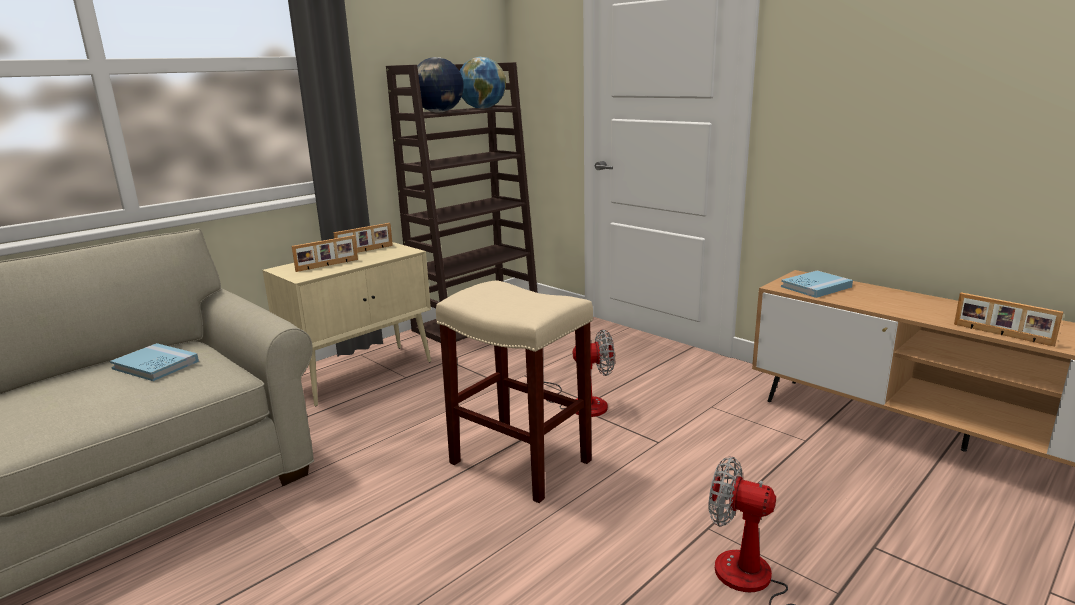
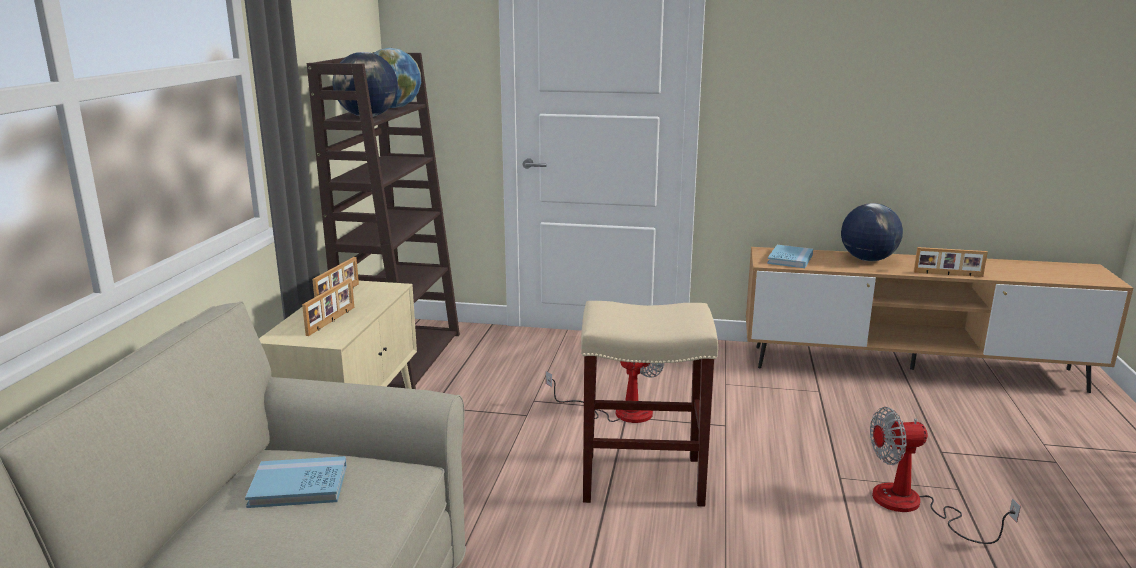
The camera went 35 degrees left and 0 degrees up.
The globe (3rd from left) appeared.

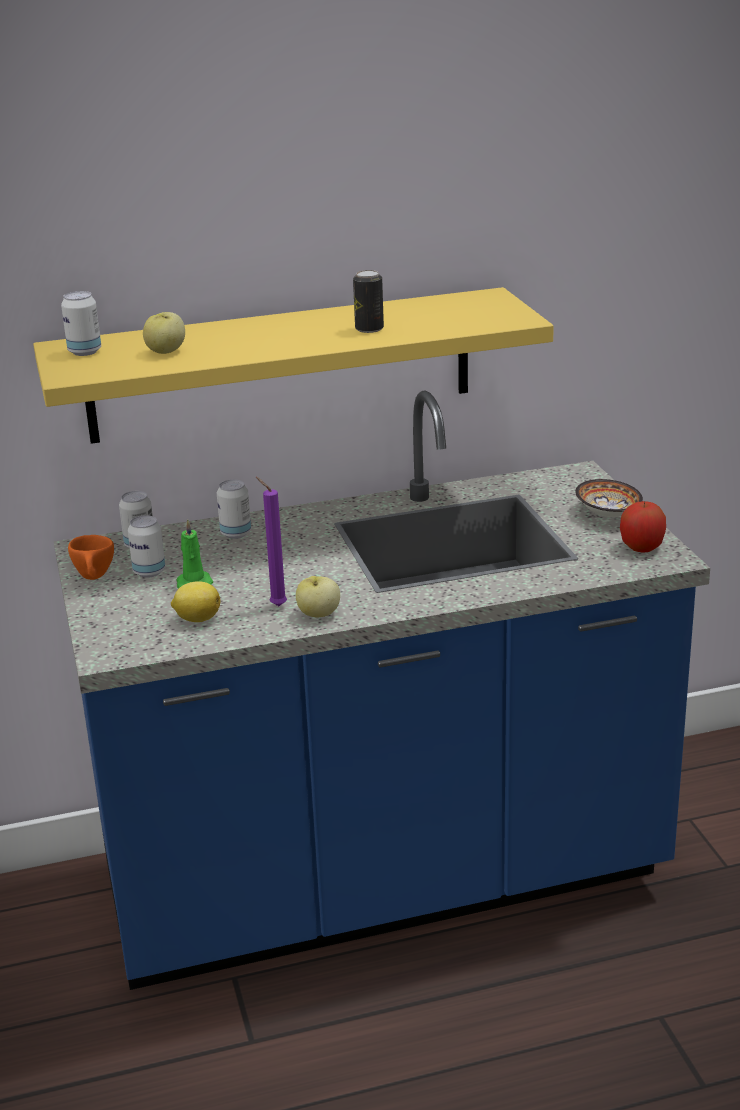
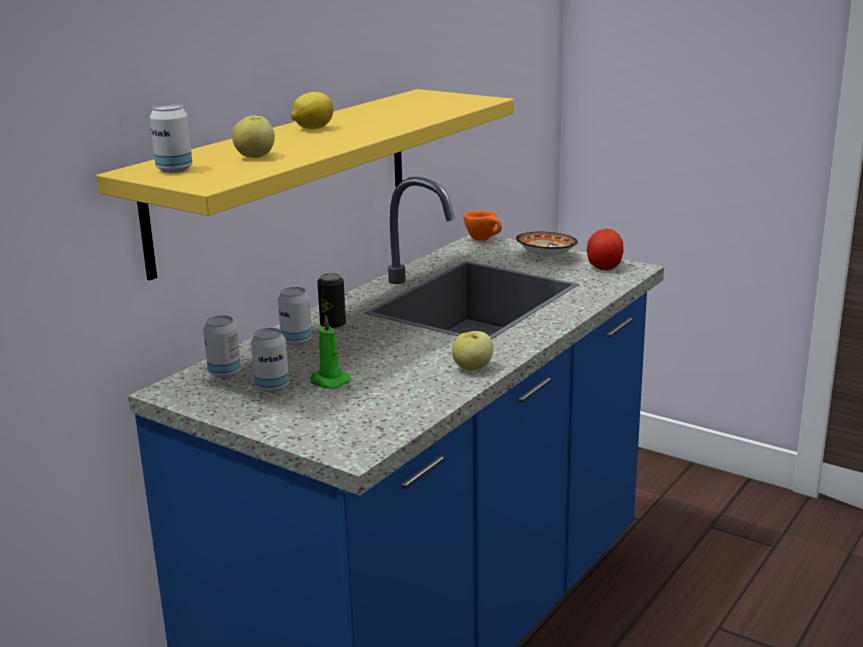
The camera went 40 degrees left and 5 degrees down.
The purple candle disappeared.
The orange cup moved.
The lemon moved.
The can (5th from left) moved.

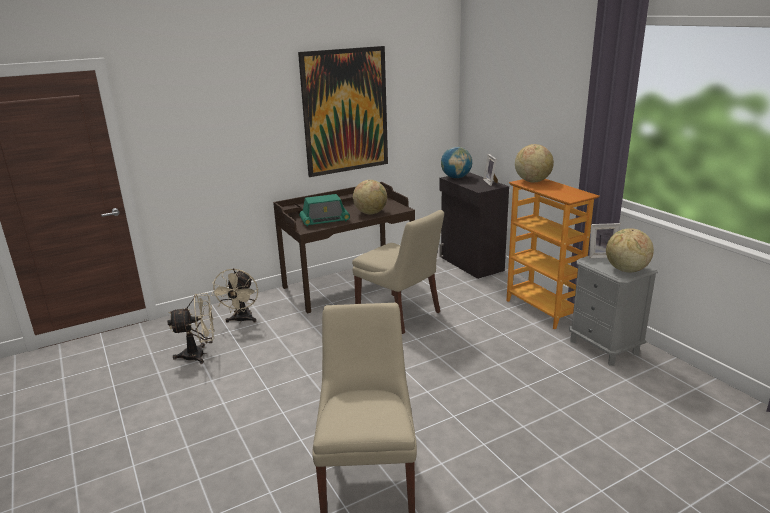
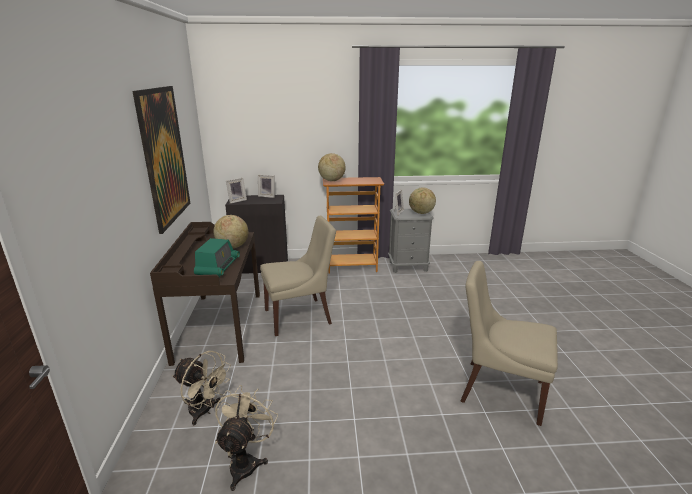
The camera went 65 degrees left and 0 degrees up.
The globe (2nd from left) was replaced by the picture frame (1st from left).

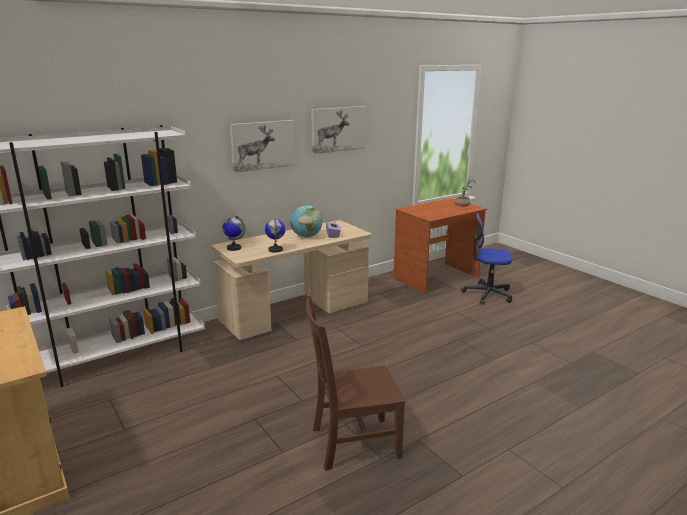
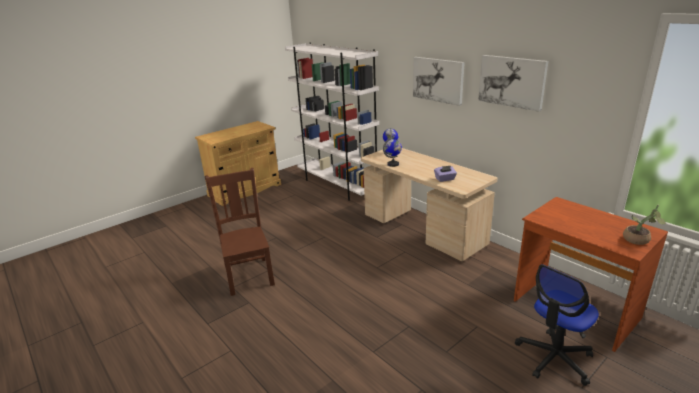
The camera went 85 degrees right and 5 degrees up.
The globe (3rd from left) disappeared.
The office chair turned 135 degrees counterclockwise.

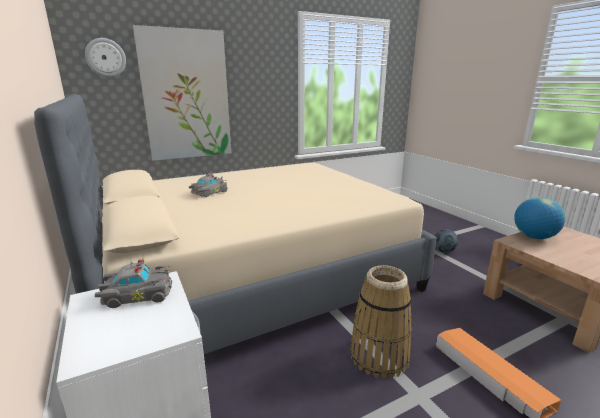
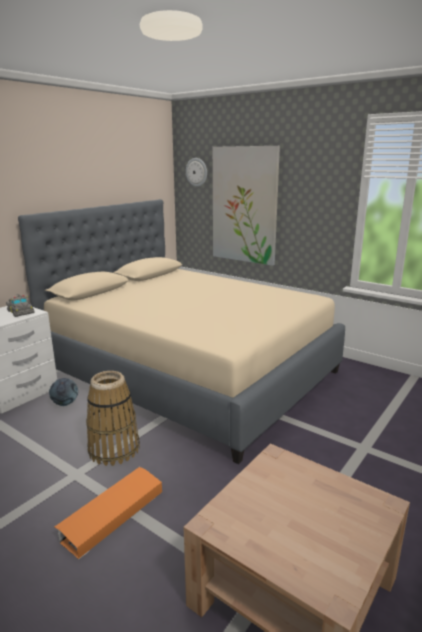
The camera went 65 degrees right and 0 degrees up.
The grey toy car (2nd from left) disappeared.
The globe disappeared.
The football moved.

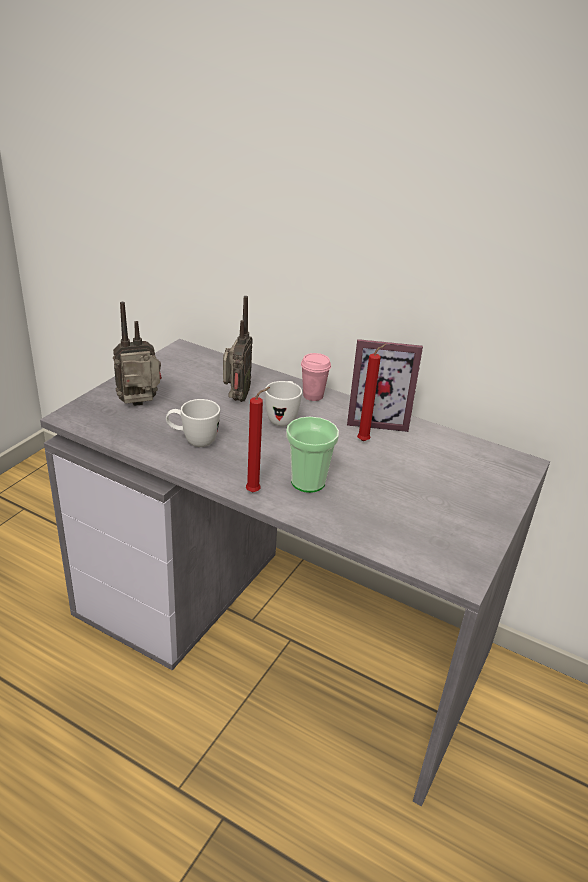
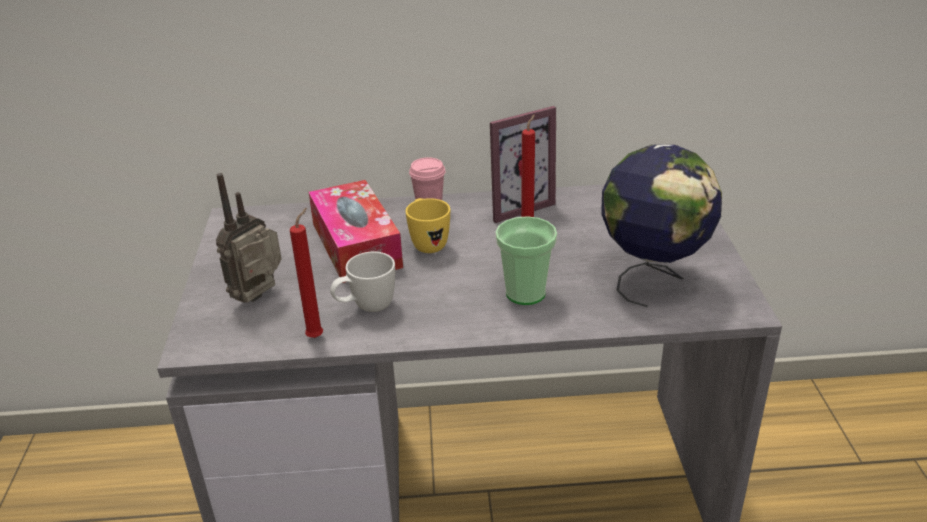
The camera went 30 degrees left and 0 degrees up.
The globe appeared.
The red candle (1st from left) moved.
The radio (2nd from left) was replaced by the tissue box.
The white mug (2nd from left) became the yellow mug.

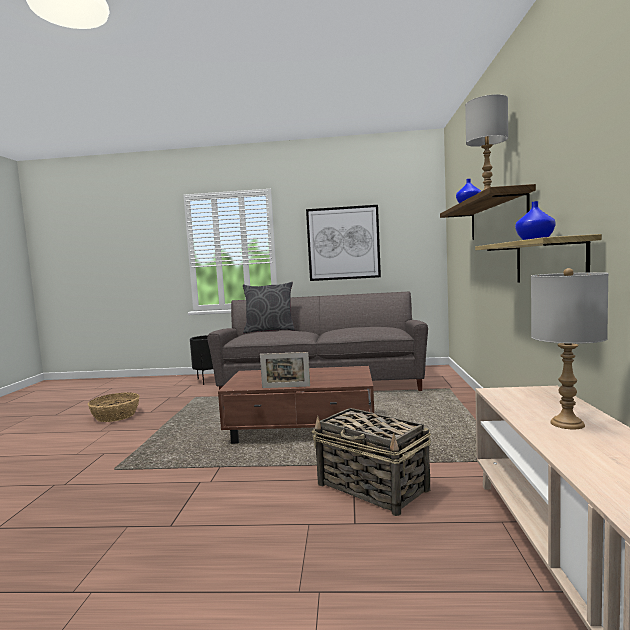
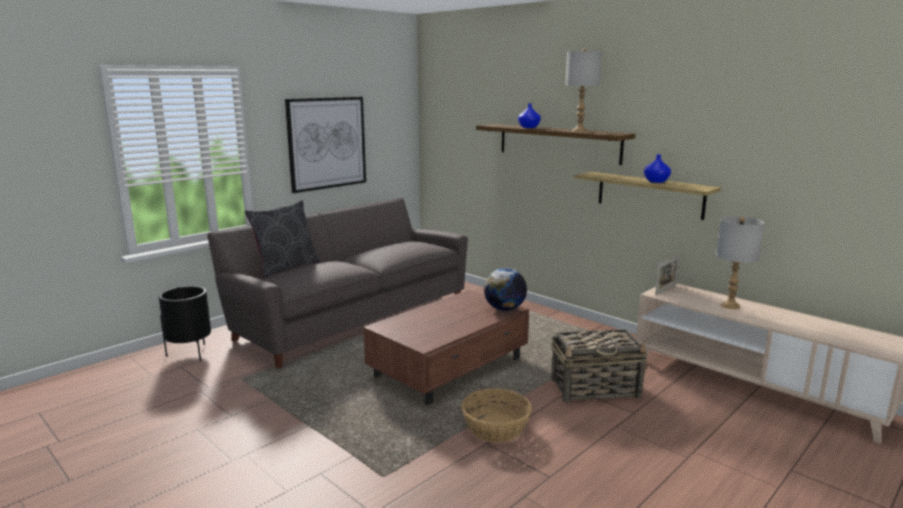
The camera went 50 degrees left and 10 degrees up.
The globe appeared.
The basket (1st from left) moved.
The picture frame moved.

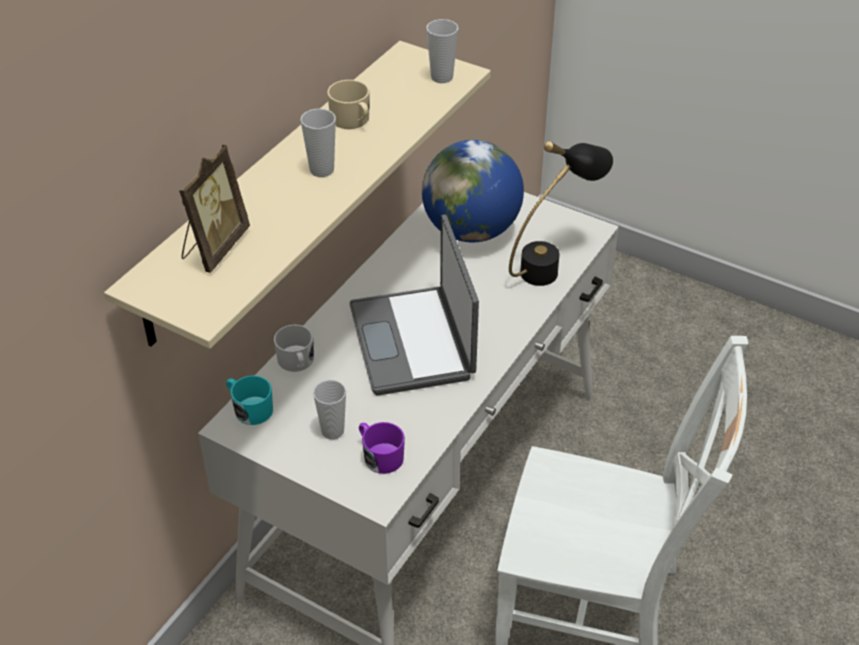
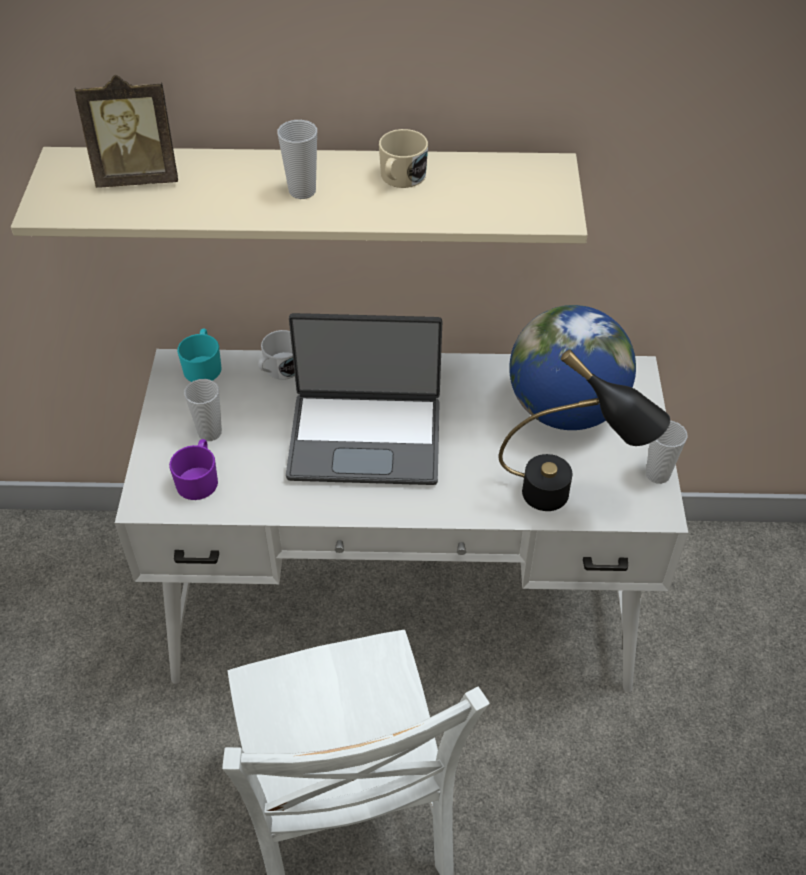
The camera went 60 degrees right and 5 degrees up.
The cup (3rd from left) moved.
The laptop turned 135 degrees counterclockwise.

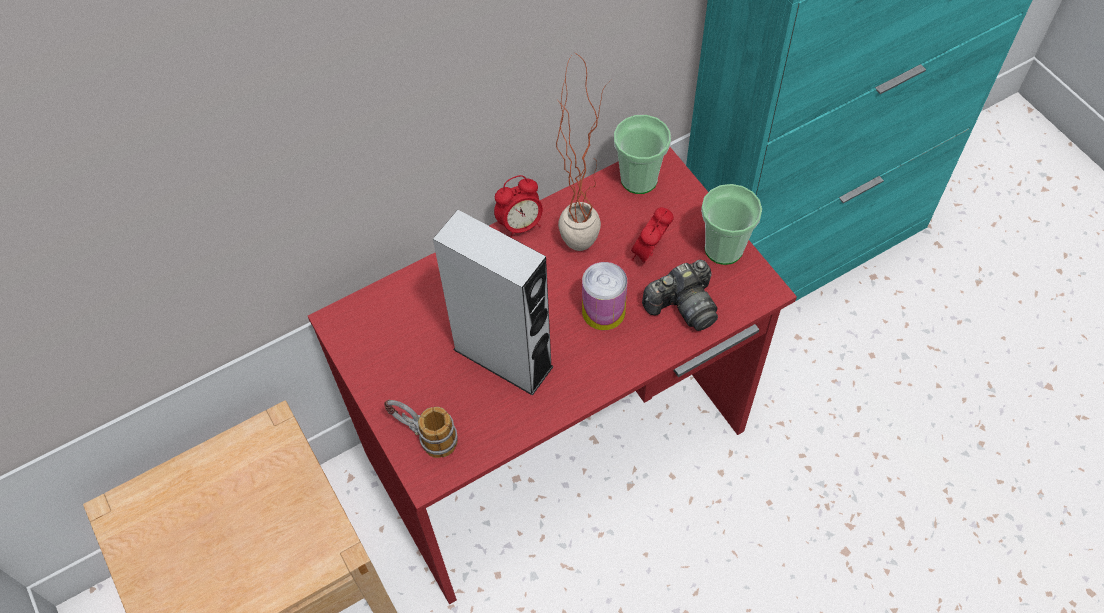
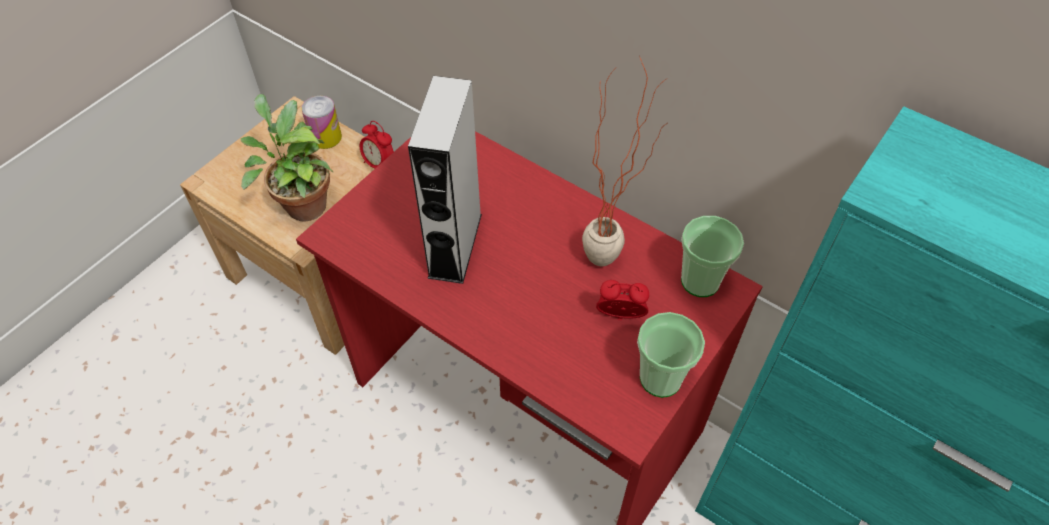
The camera went 65 degrees right and 5 degrees down.
The mug disappeared.
The photo camera disappeared.
The potted plant (1st from left) appeared.
The alarm clock (1st from left) moved.
The can moved.

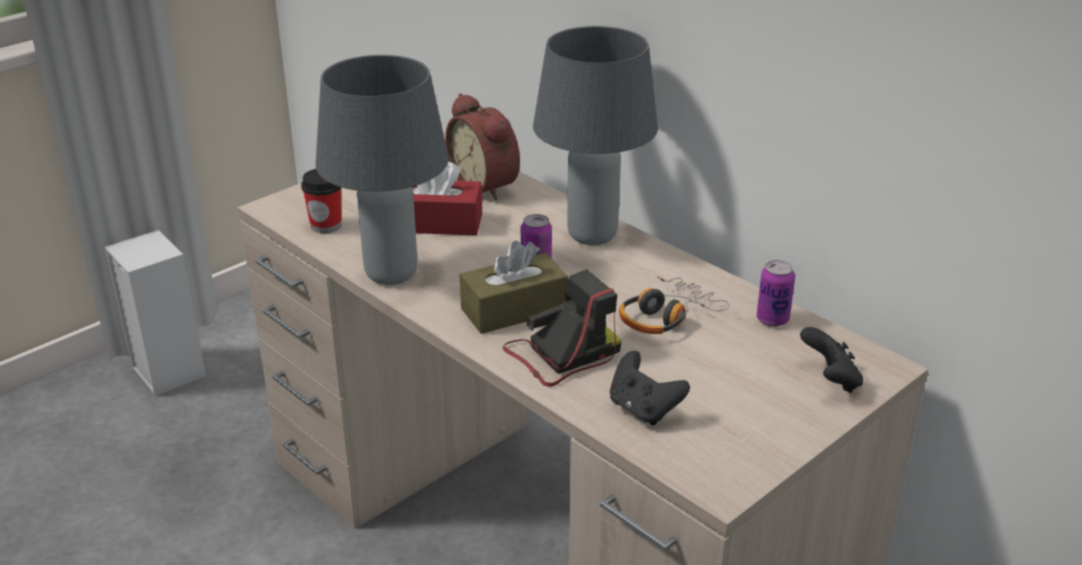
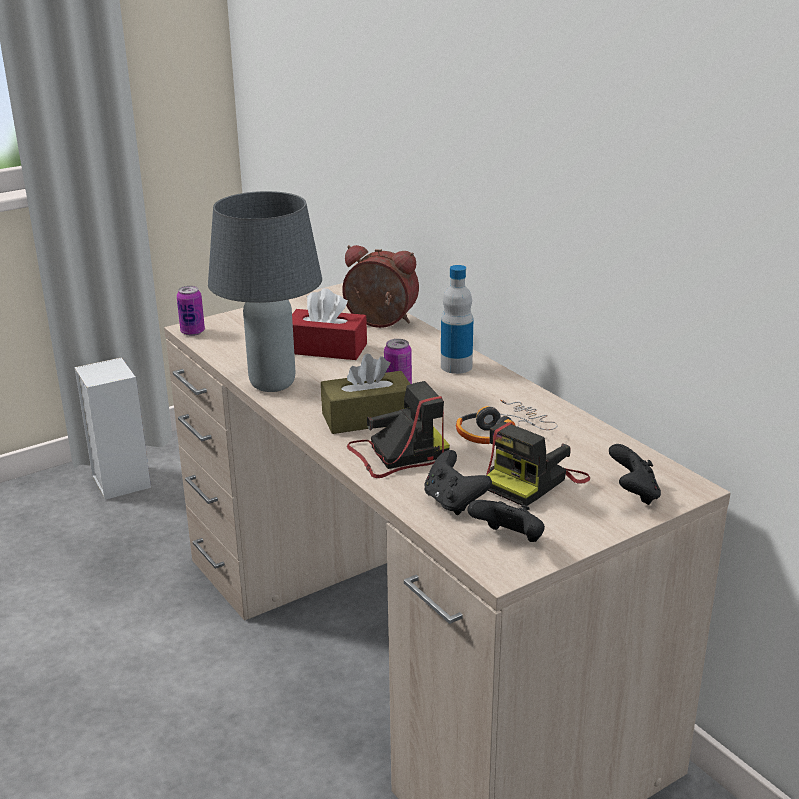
The camera went 10 degrees right and 5 degrees down.
The cup disappeared.
The black game controller (2nd from left) appeared.
The photo camera (2nd from left) appeared.
The can (2nd from left in the first image) moved.
The grey table lamp (2nd from left) was replaced by the bottle.
The alarm clock turned 135 degrees clockwise.

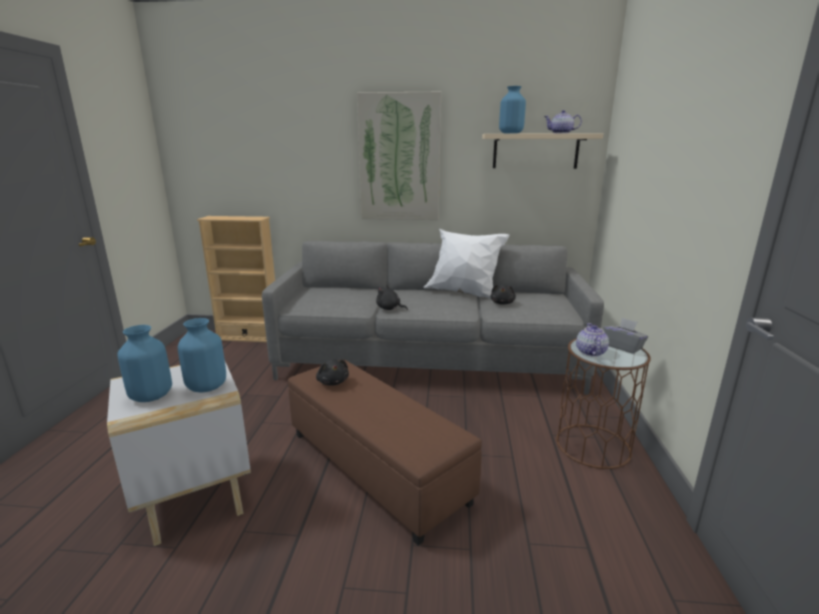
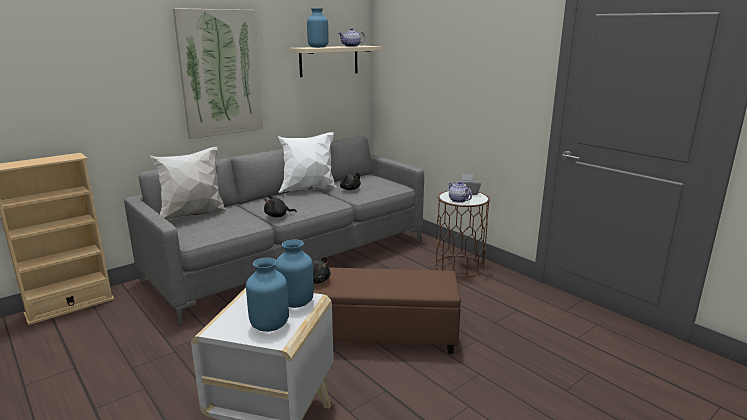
The camera went 45 degrees left and 0 degrees up.
The white pillow (1st from left) appeared.

